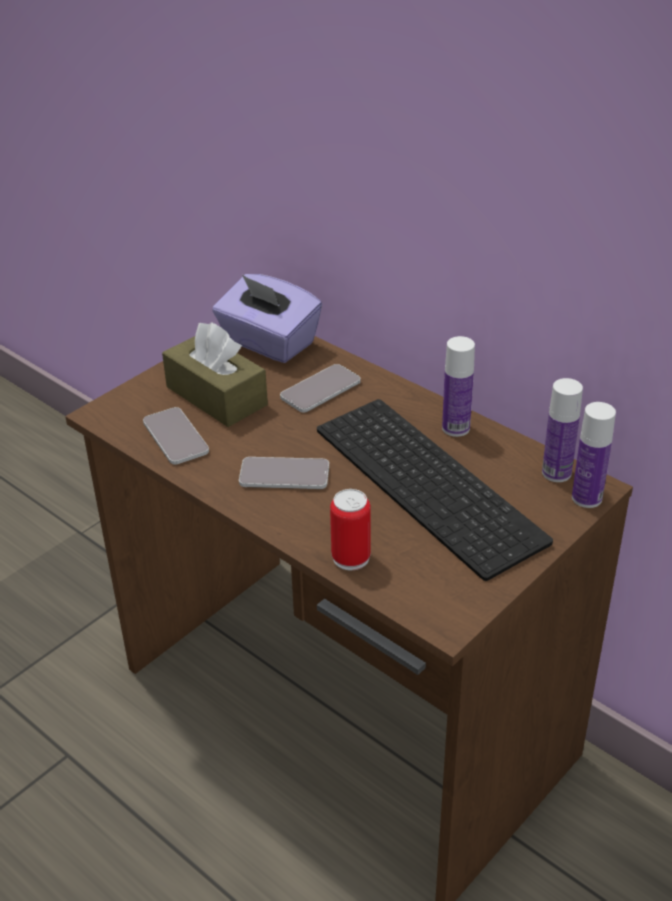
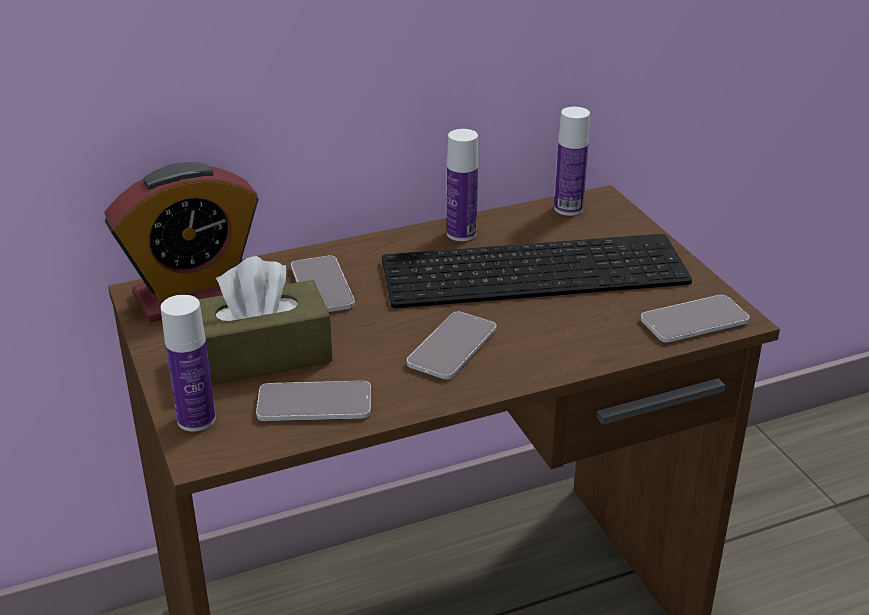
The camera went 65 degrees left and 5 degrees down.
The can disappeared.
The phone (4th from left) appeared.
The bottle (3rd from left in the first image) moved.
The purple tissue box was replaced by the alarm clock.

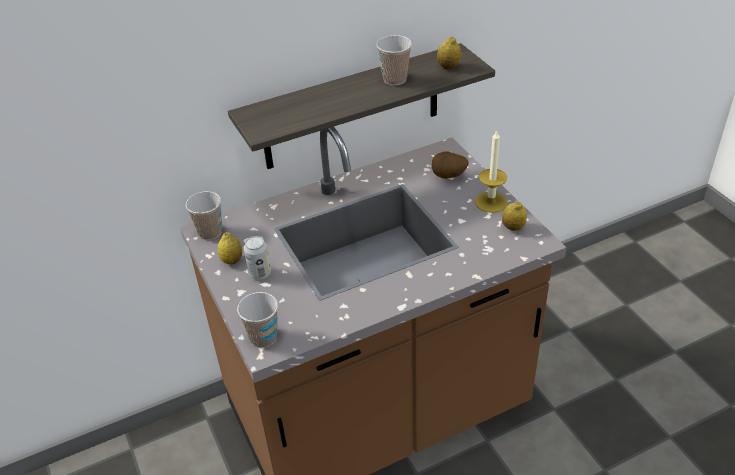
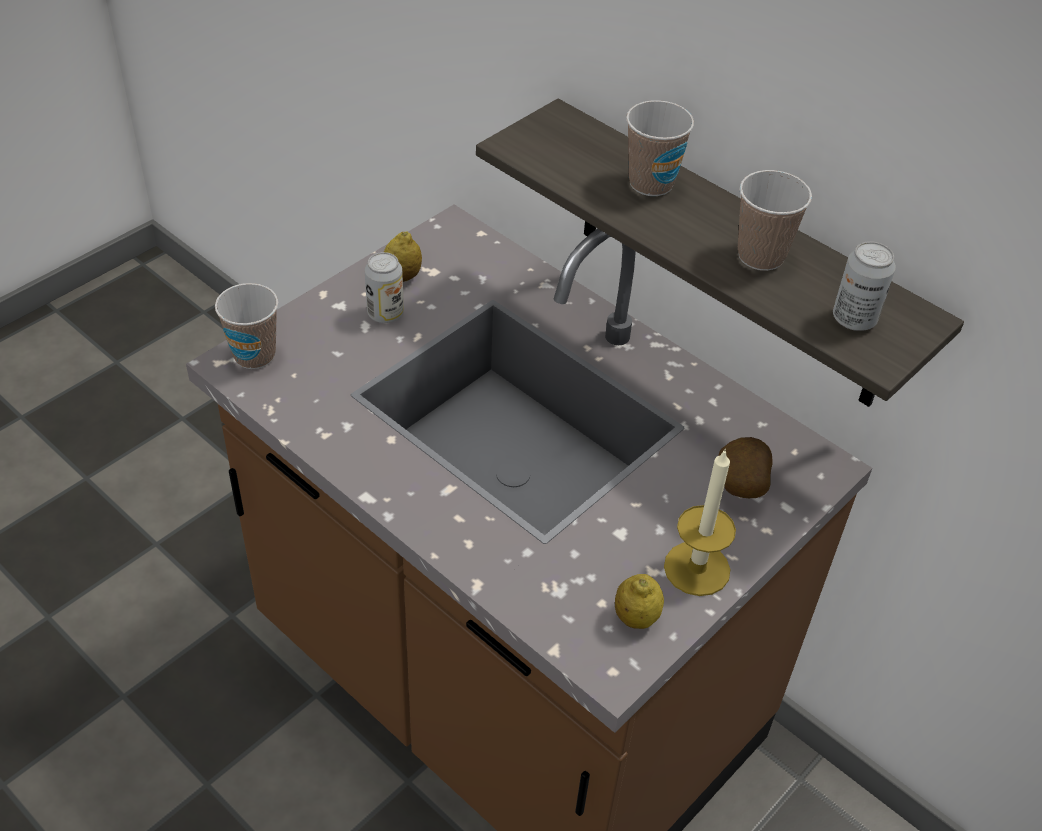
The camera went 65 degrees right and 5 degrees up.
The cup (1st from left in the first image) moved.
The lemon (2nd from left) was replaced by the can (2nd from left).

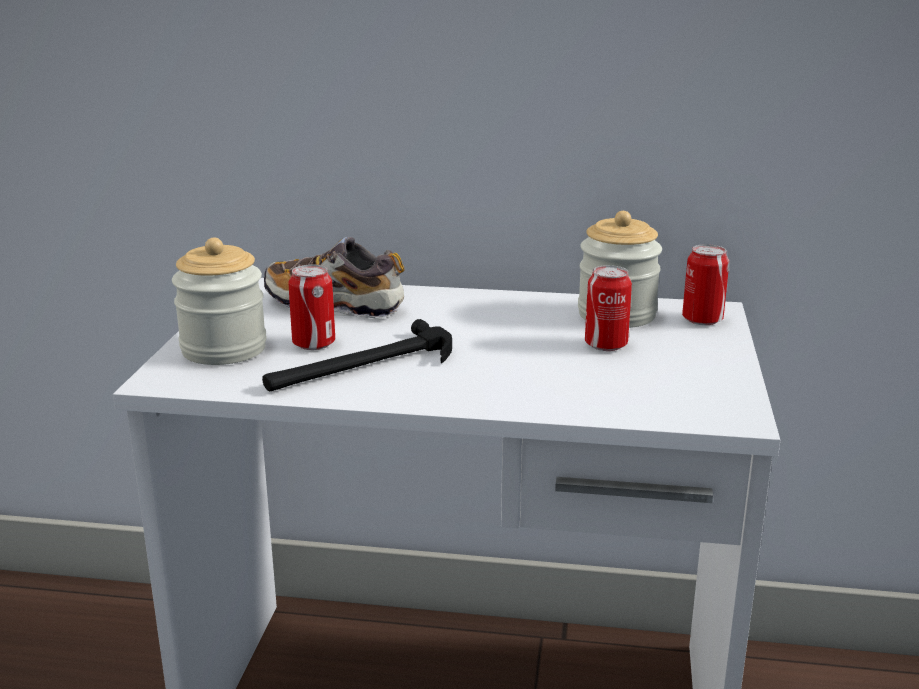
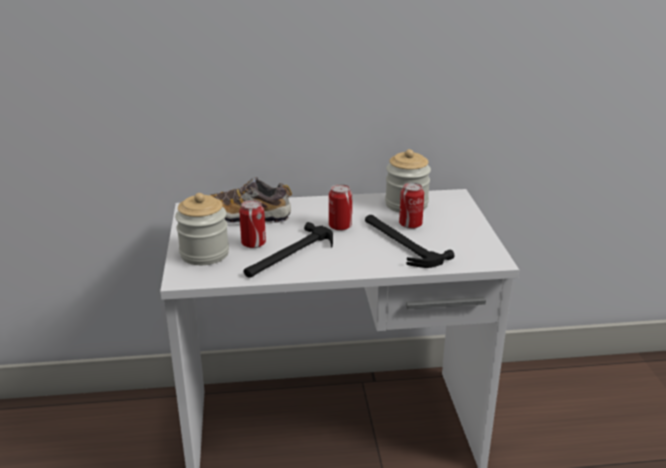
The camera went 15 degrees left and 5 degrees up.
The hammer (2nd from left) appeared.
The can (3rd from left in the first image) moved.

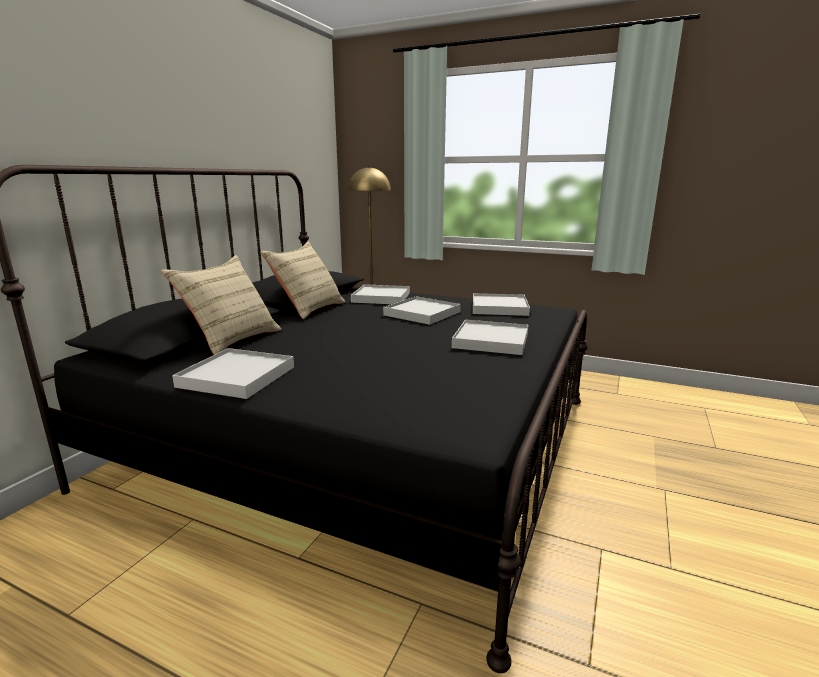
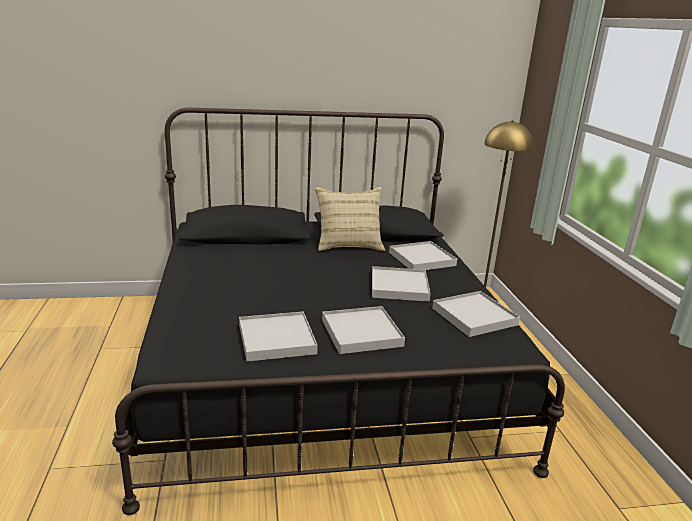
The camera went 55 degrees right and 5 degrees up.
The beige pillow (1st from left) disappeared.
The white tray (1st from left) moved.

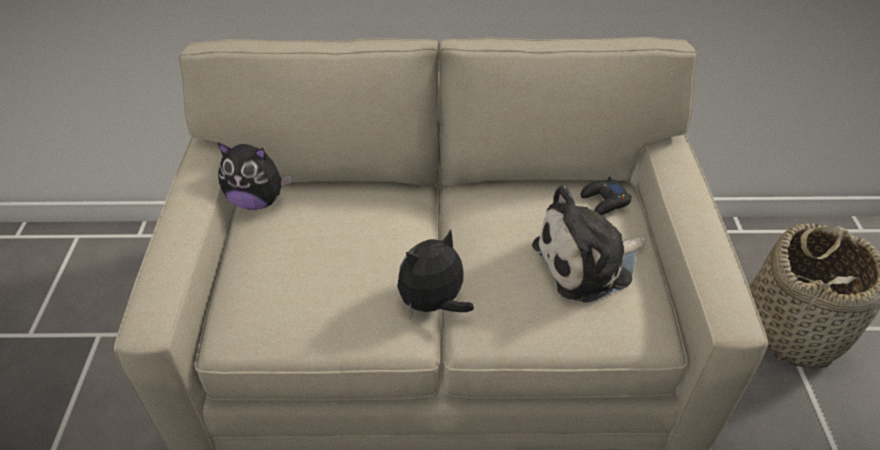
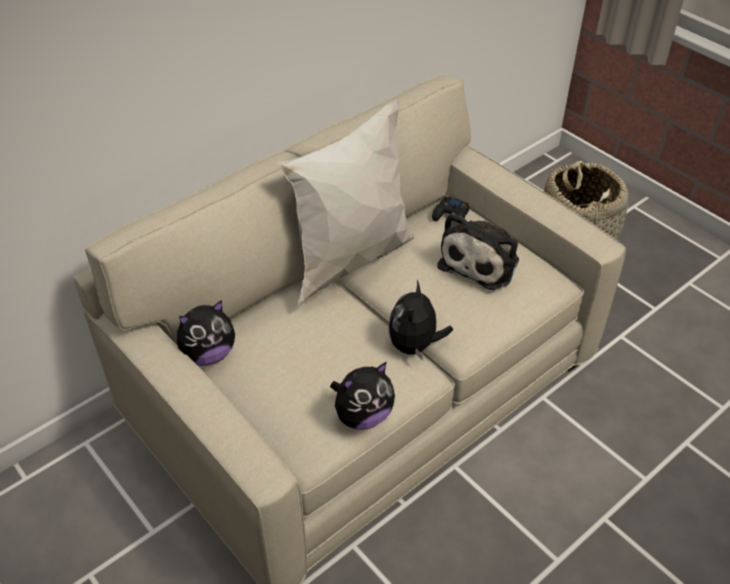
The camera went 40 degrees left and 0 degrees up.
The white pillow appeared.
The plush toy (2nd from left) appeared.

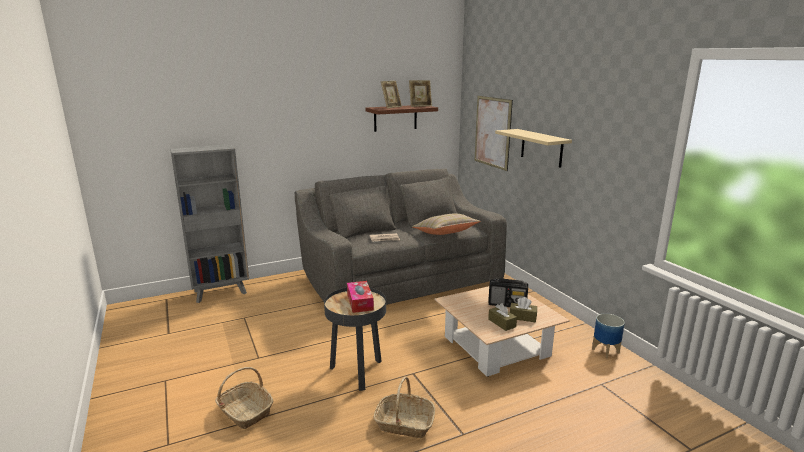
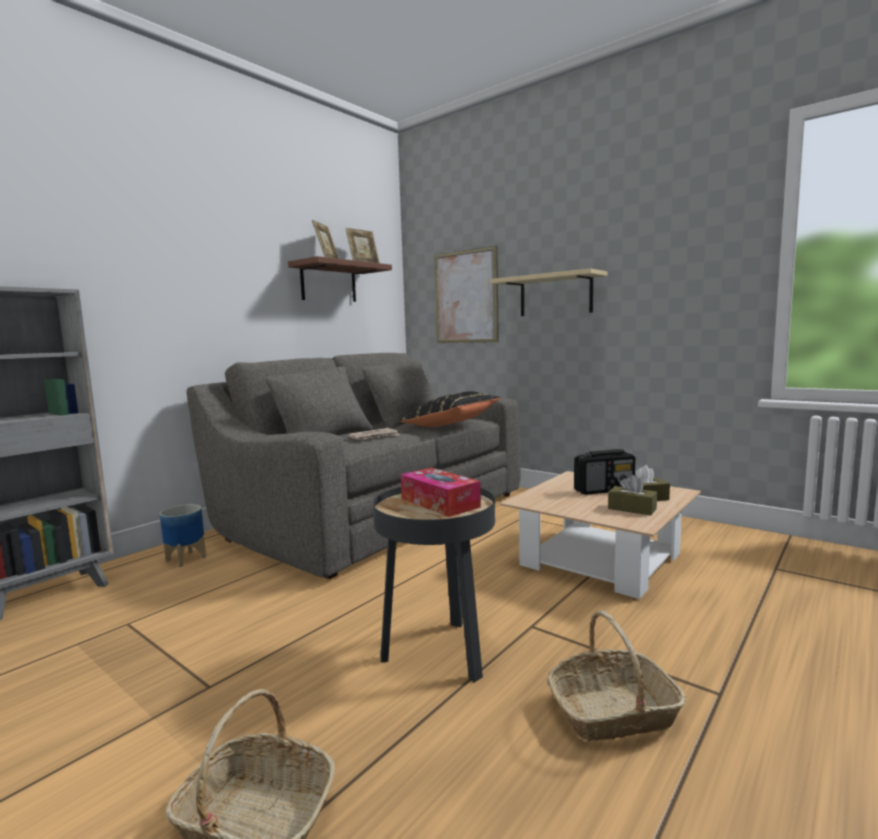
The camera went 25 degrees left and 10 degrees down.
The planter moved.
The beige pillow became the black pillow.

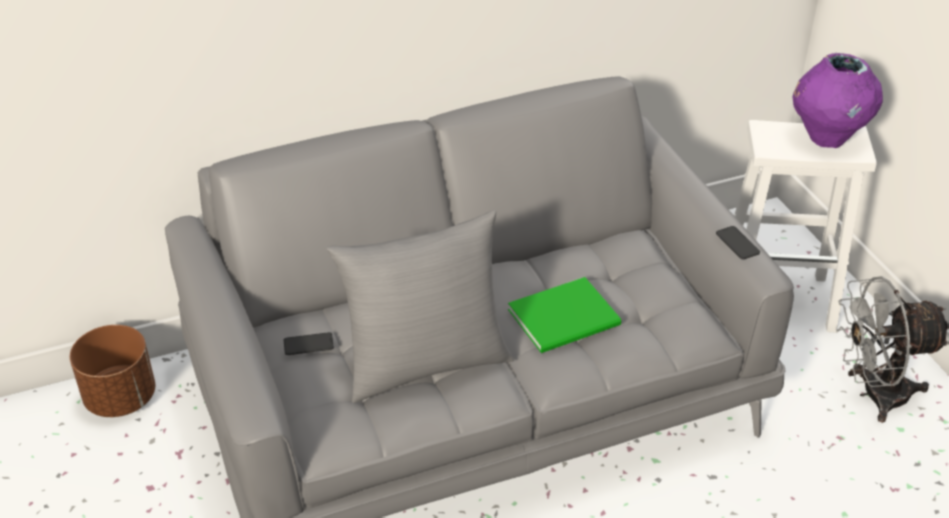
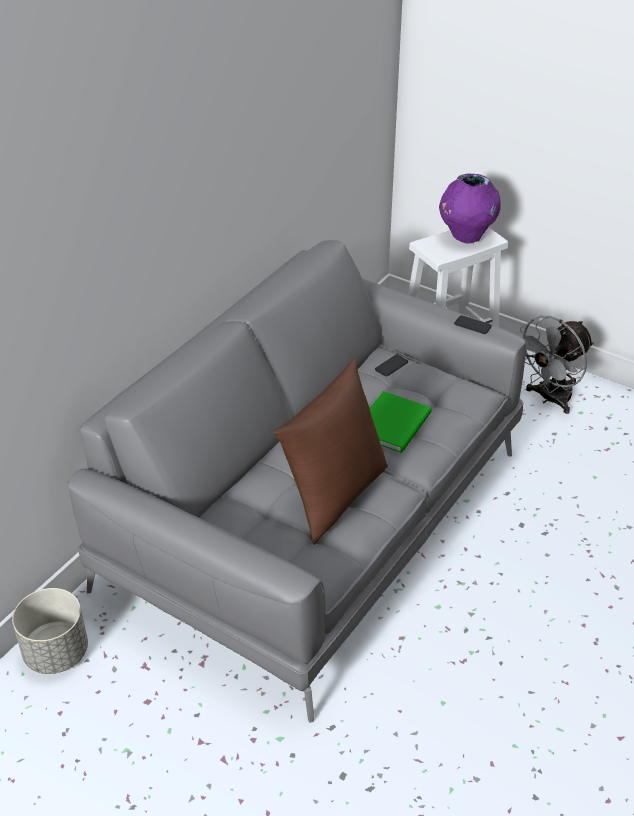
The camera went 35 degrees left and 0 degrees up.
The phone (1st from left) moved.
The brown planter became the grey planter.
The grey pillow became the brown pillow.

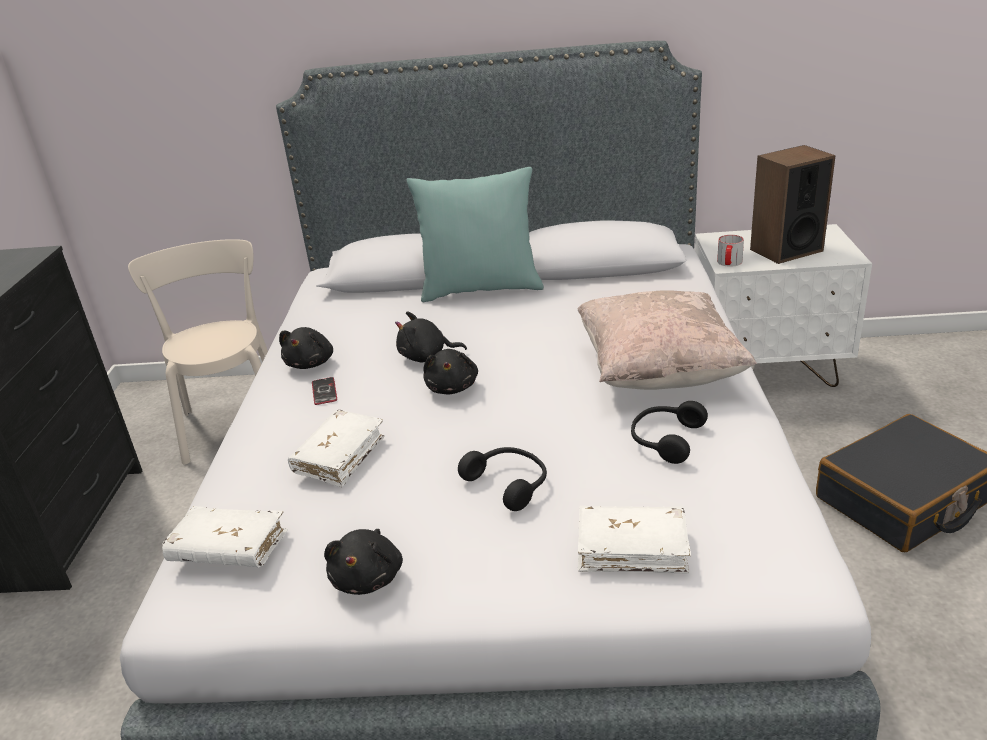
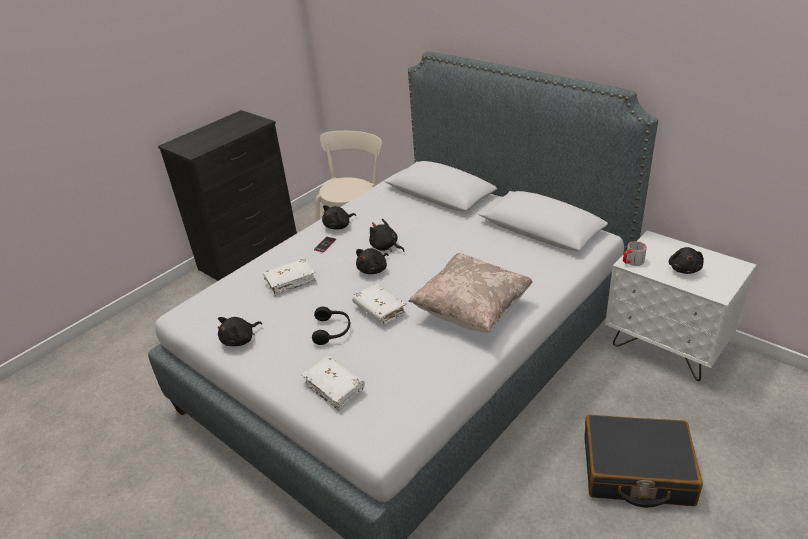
The camera went 40 degrees right and 5 degrees up.
The turquoise pillow disappeared.
The black headphones (2nd from left) disappeared.
The white book (1st from left in the first image) moved.
The speaker was replaced by the black plush toy (5th from left).

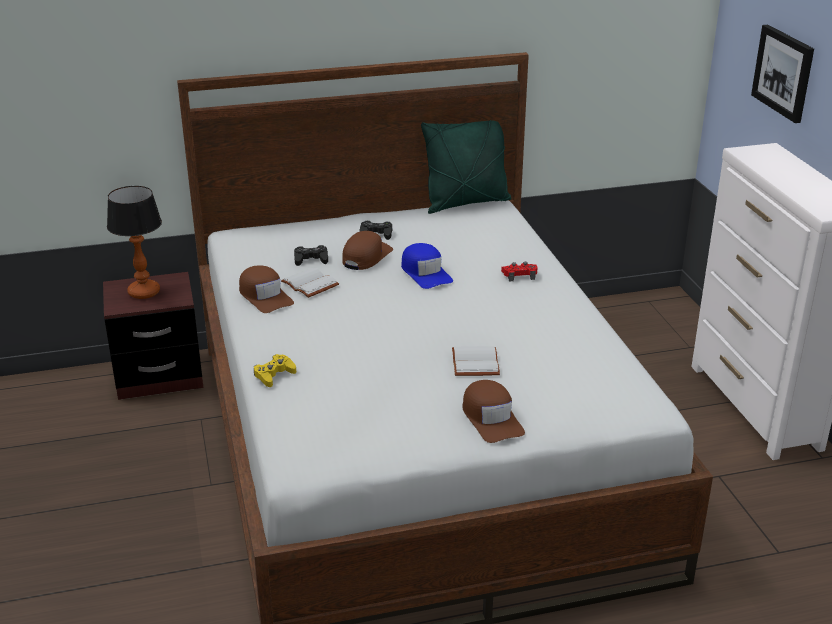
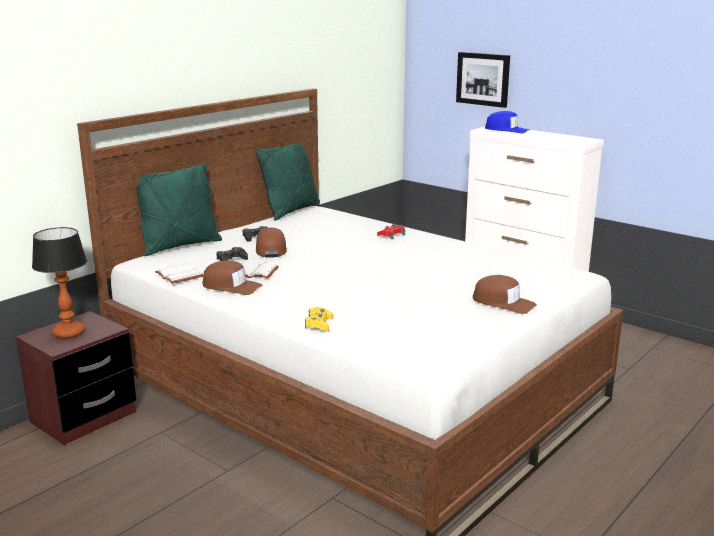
The camera went 35 degrees left and 10 degrees down.
The green pillow (1st from left) appeared.
The blue cap moved.
The white book (2nd from left in the first image) moved.

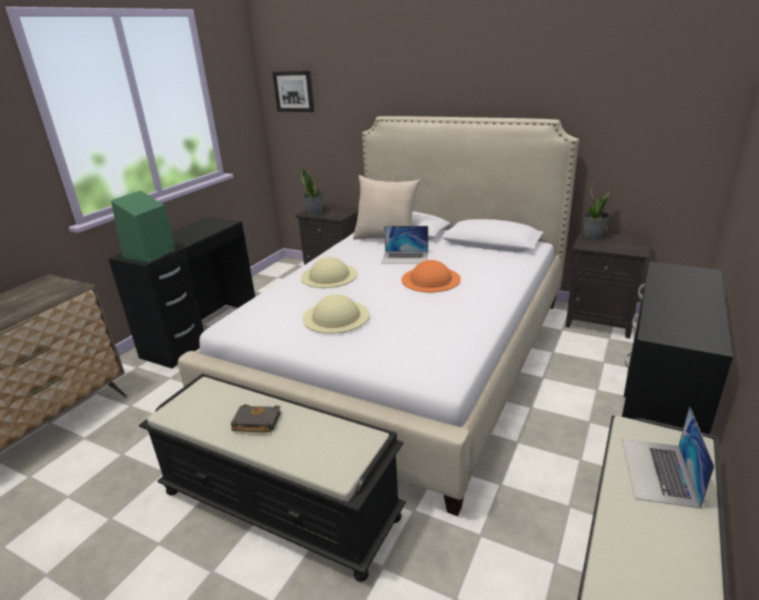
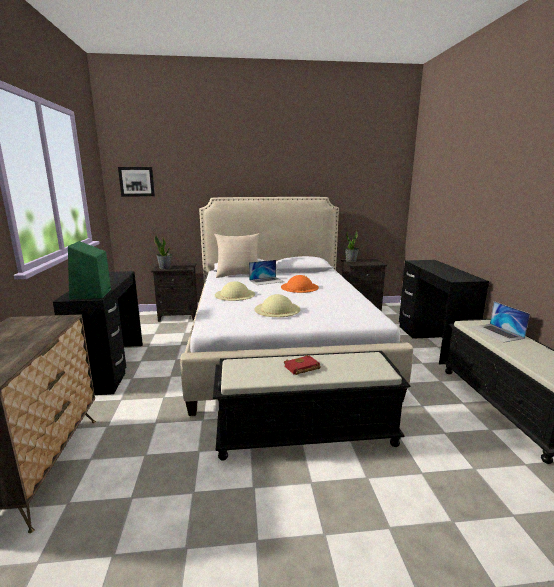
The camera went 35 degrees left and 10 degrees down.
The black book became the red book.

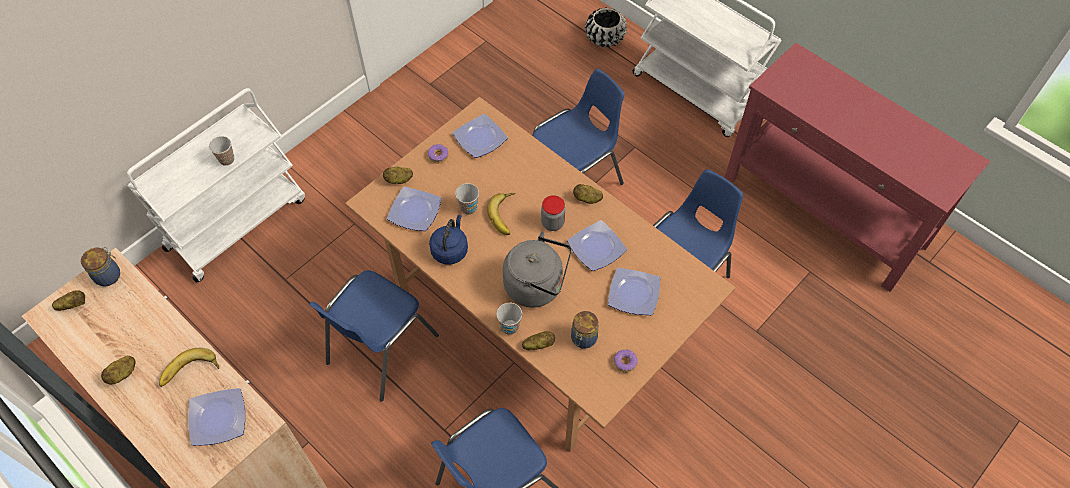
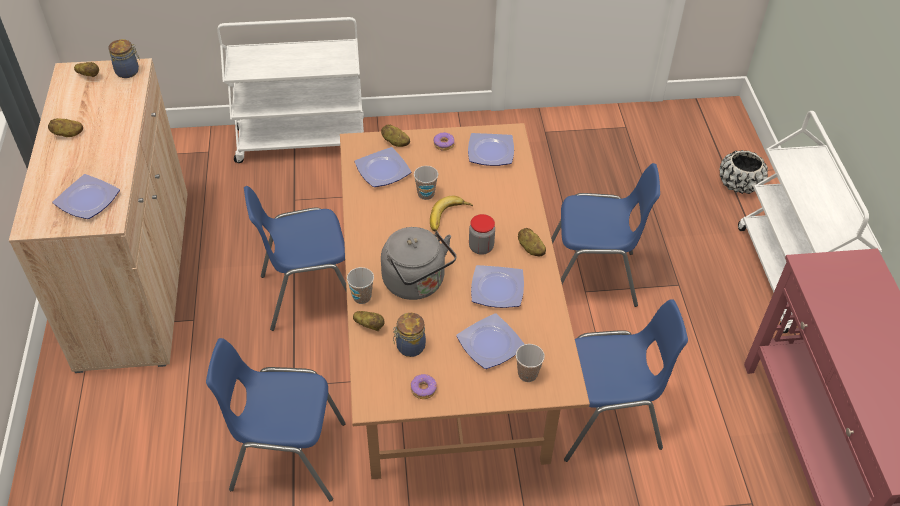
The camera went 40 degrees right and 10 degrees down.
The banana (1st from left) disappeared.
The blue kettle disappeared.
The cup (1st from left in the first image) moved.

